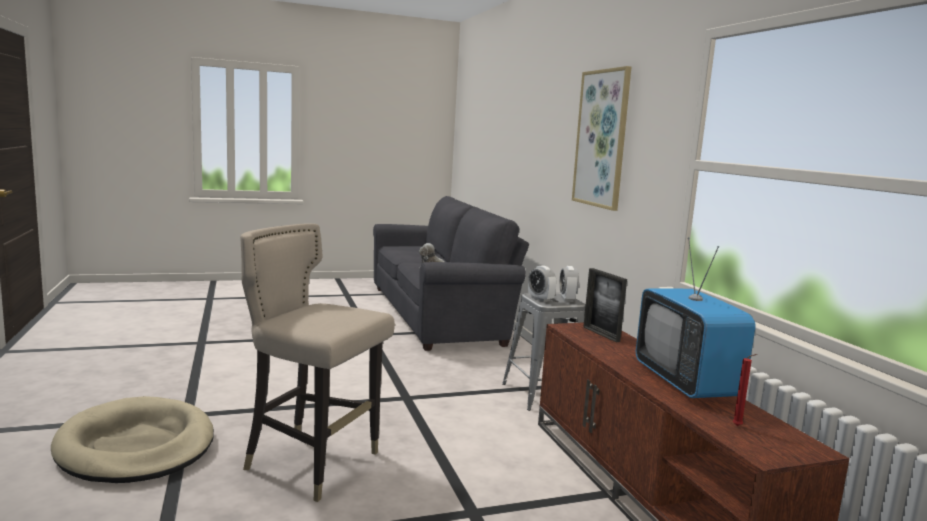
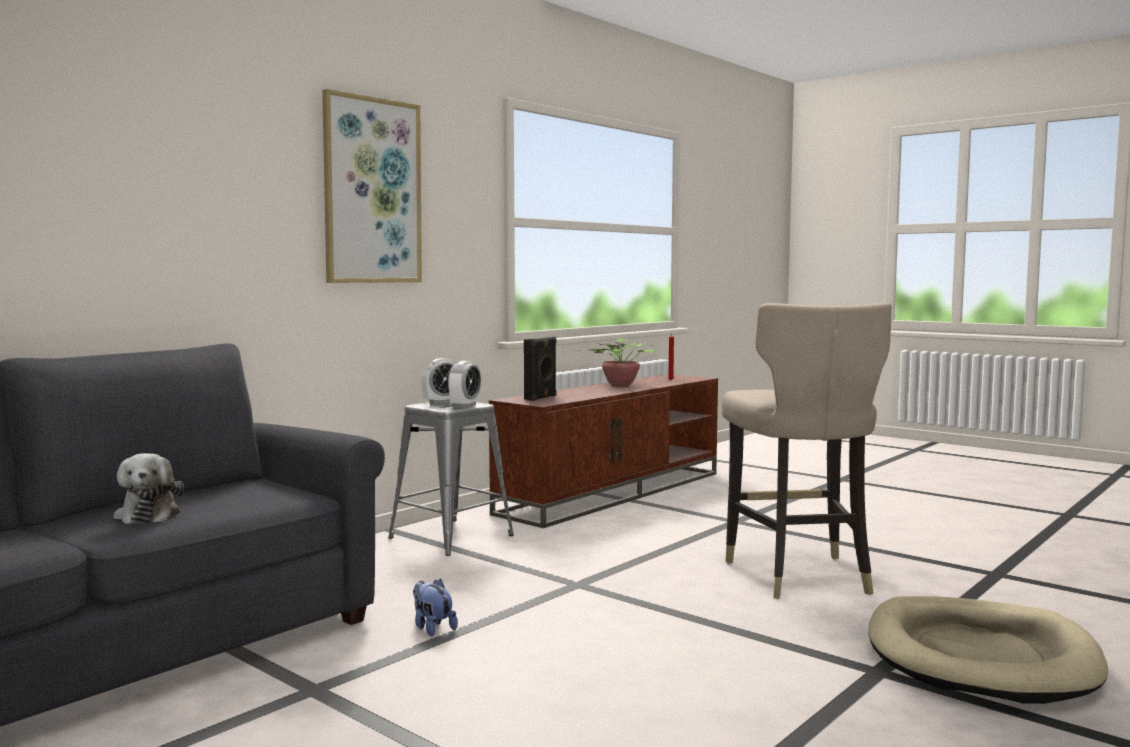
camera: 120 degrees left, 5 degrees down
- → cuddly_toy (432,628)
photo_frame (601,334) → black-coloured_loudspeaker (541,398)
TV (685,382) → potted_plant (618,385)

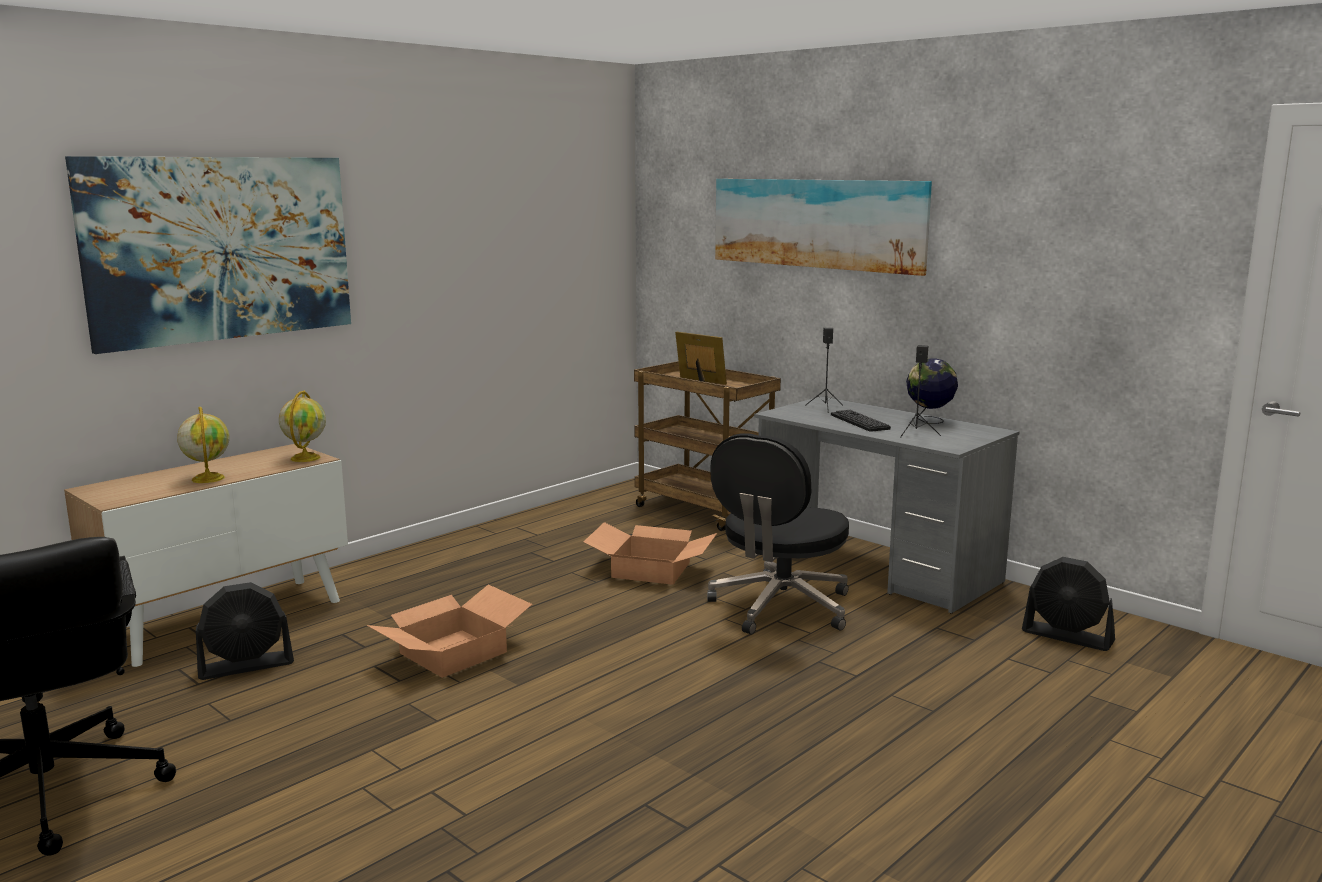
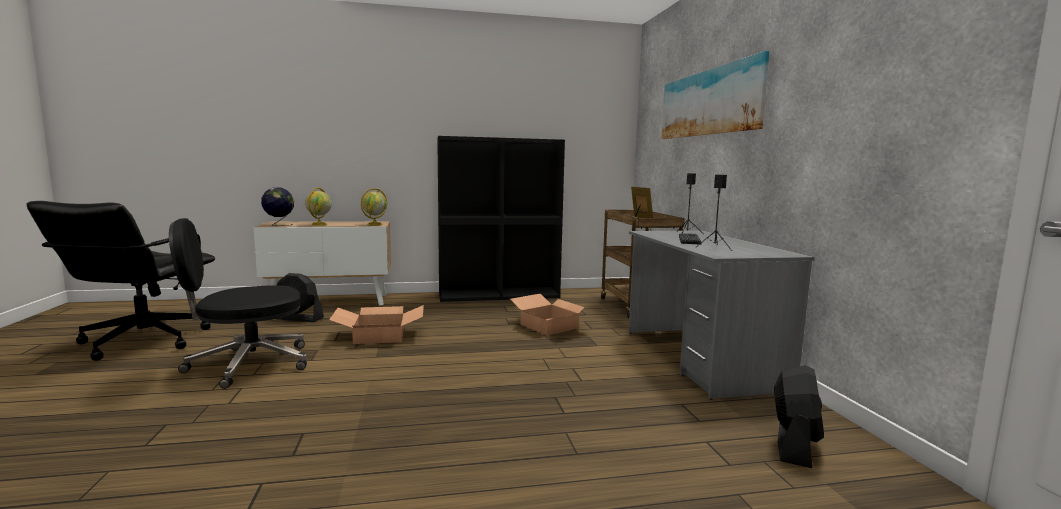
camera: 35 degrees right, 5 degrees down
wall_art (221,249) → -
- → black-coloured_bookshelf (499,295)
black-coloured_office_chair (780,608) → black-coloured_office_chair (247,364), move
world_globe (929,421) → world_globe (279,225), move
black-coloured_electric_fan (1068,636) → black-coloured_electric_fan (794,445), 135 degrees counterclockwise

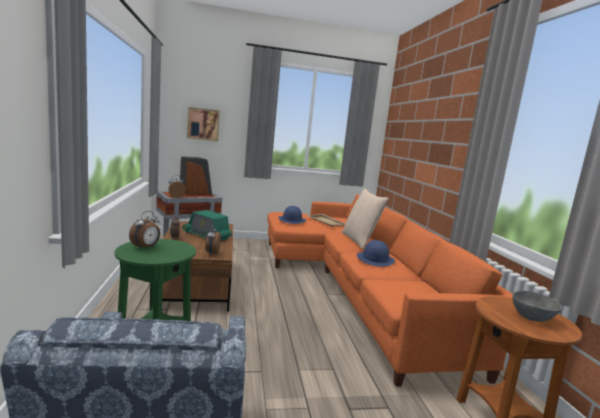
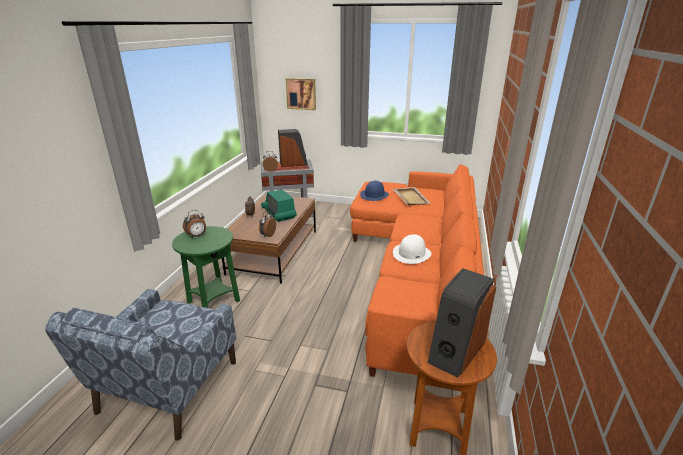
camera: 25 degrees right, 15 degrees up
beige-coloured_cushion (359,241) → -
greyish_bowl (532,317) → loudspeaker (455,351)
blue_wearable_hat (375,259) → white-coloured_wearable_hat (411,253)

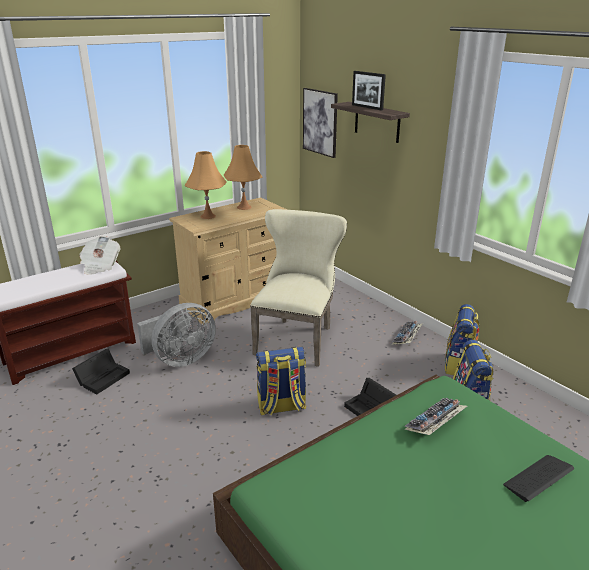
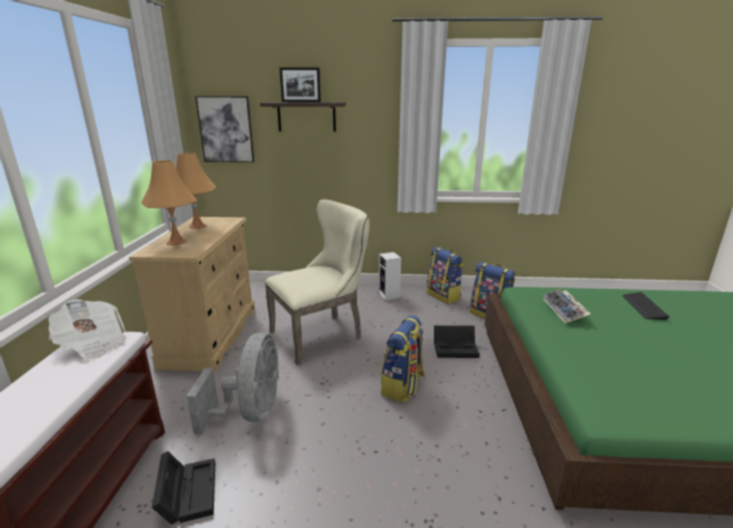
camera: 50 degrees left, 5 degrees down
computer_keyboard (407,337) → loudspeaker (389,295)
beige-coloured_chair (297,338) → beige-coloured_chair (322,334), 90 degrees clockwise

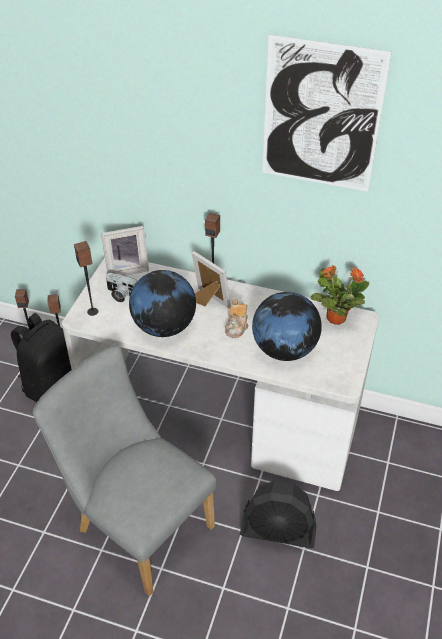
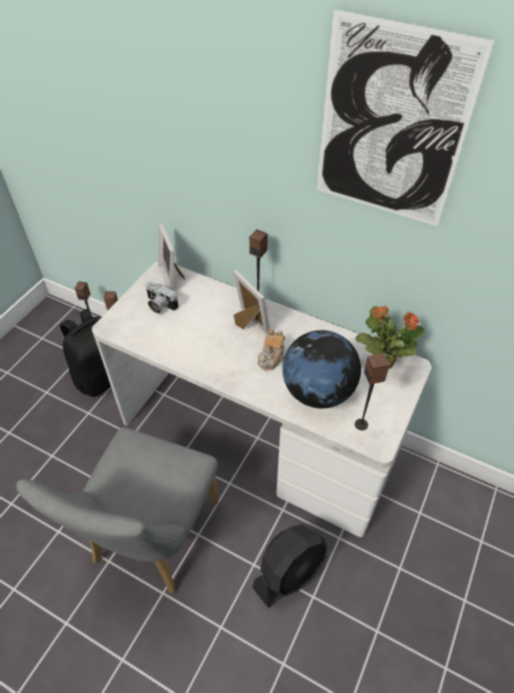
camera: 10 degrees right, 5 degrees up
world_globe (164,326) → -
loudspeaker (93,311) → loudspeaker (361,424), move
greyish_chair (138,524) → greyish_chair (151,539), 120 degrees counterclockwise
photo_frame (127,269) → photo_frame (173,277), 75 degrees clockwise
black-coloured_electric_fan (278,531) → black-coloured_electric_fan (290,572), 60 degrees counterclockwise

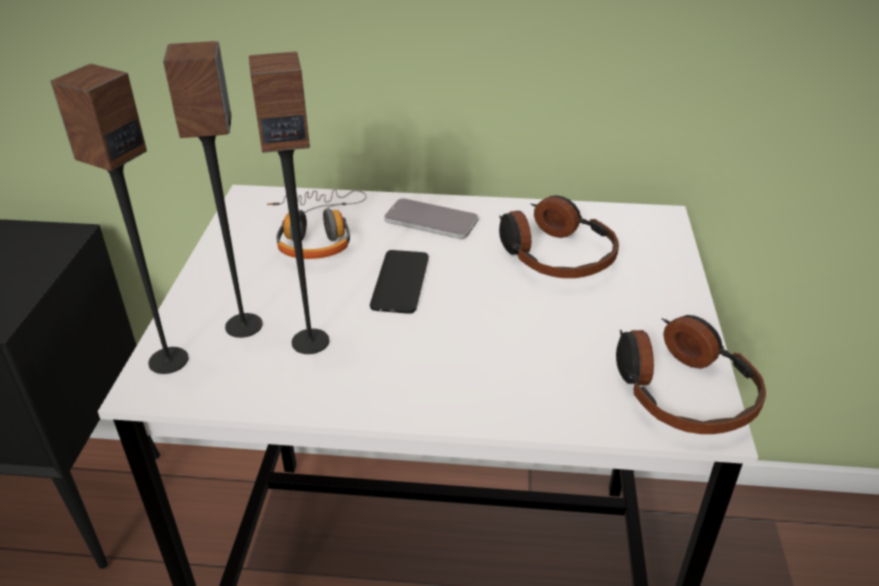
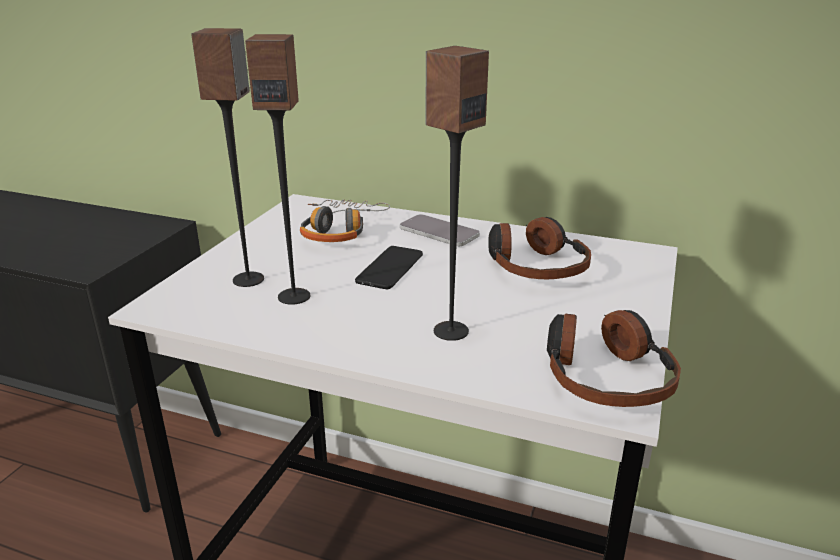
camera: 15 degrees right, 10 degrees down
loudspeaker (168,360) → loudspeaker (450,331), move

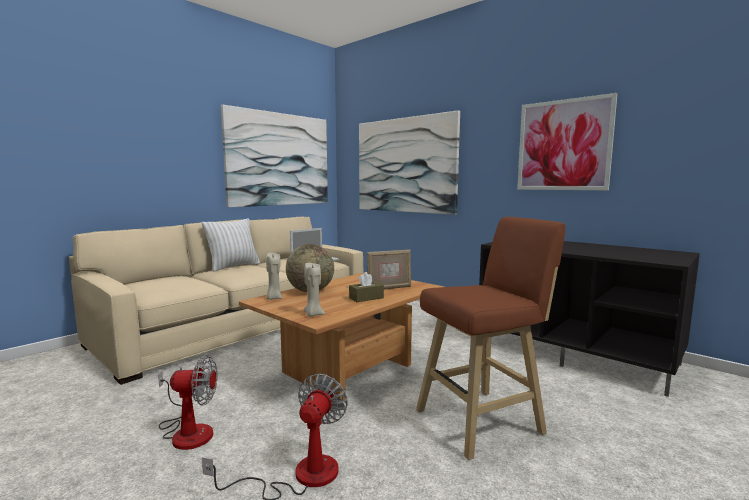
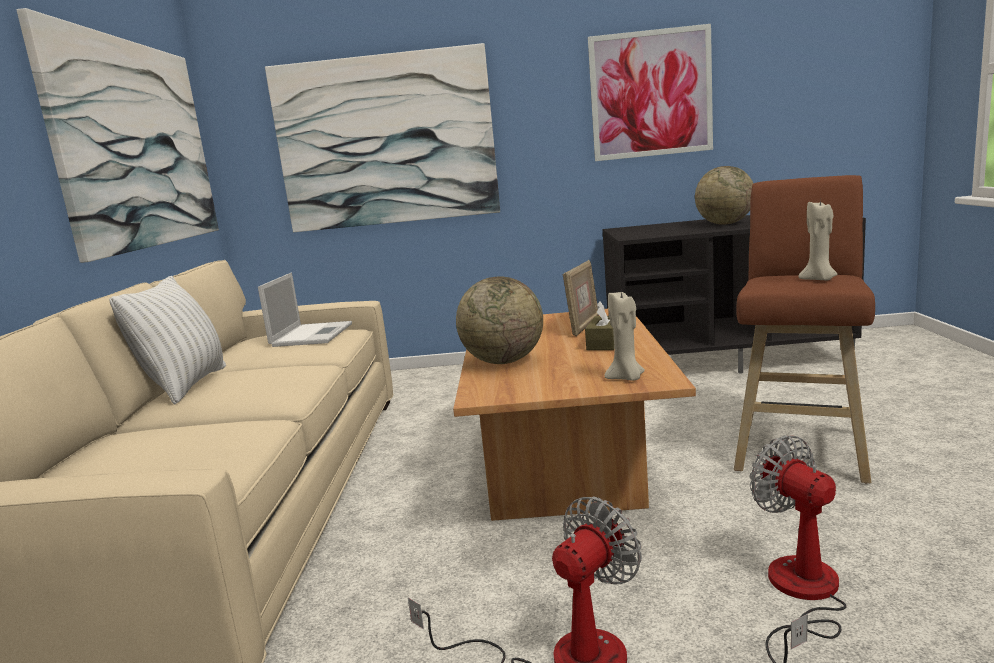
camera: 40 degrees left, 5 degrees up
- → world_globe (724,224)
beige-coloured_wax_light (274,298) → beige-coloured_wax_light (819,280), move

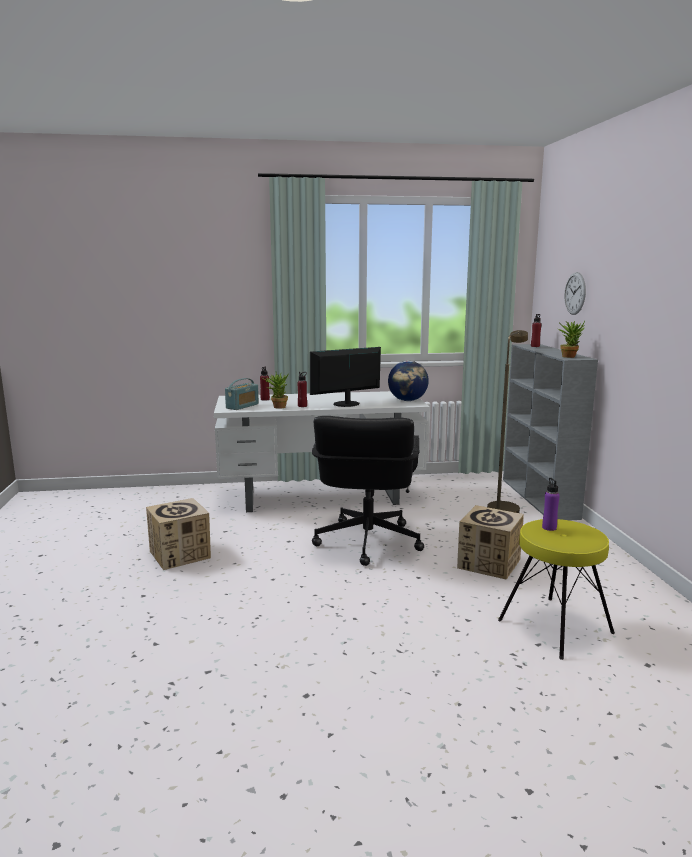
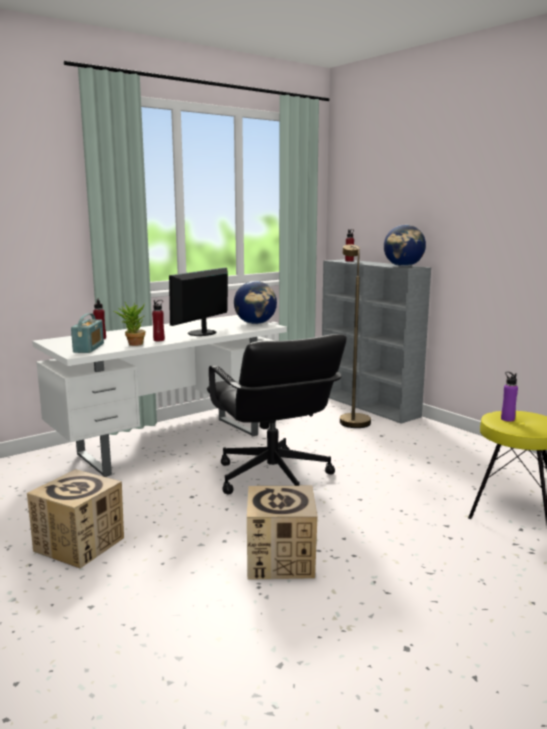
camera: 30 degrees left, 0 degrees up
wall_clock (575,293) → -
carton (489,563) → carton (281,560), move
potted_plant (569,356) → world_globe (403,266)

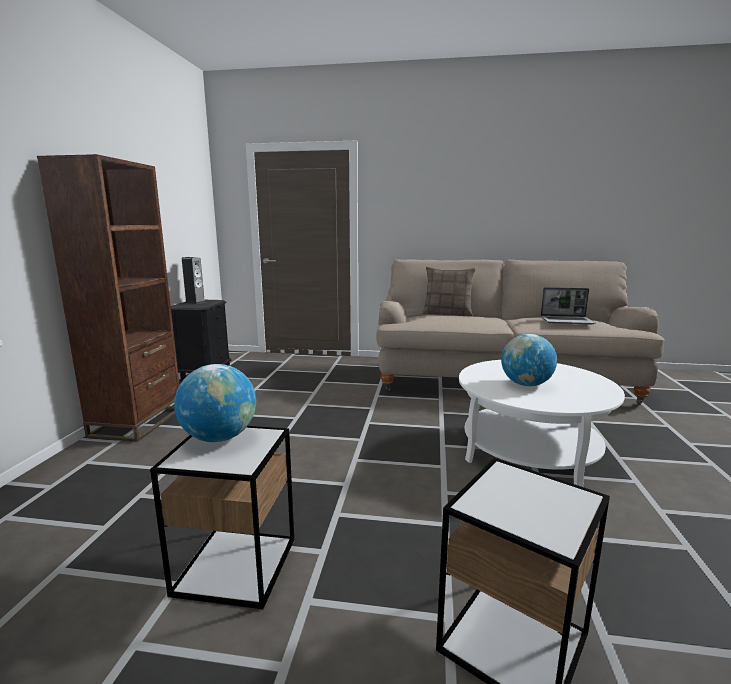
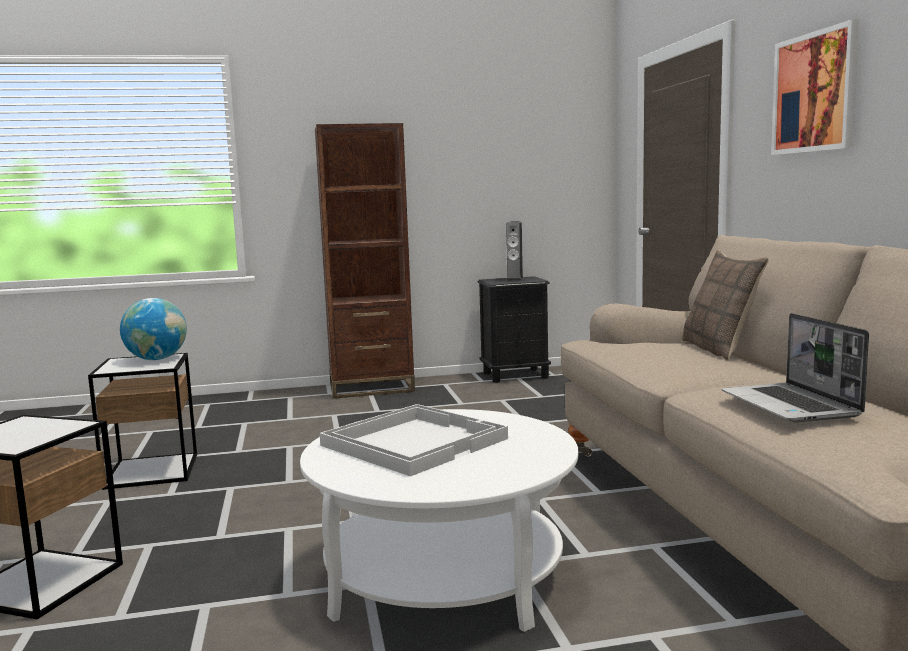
camera: 70 degrees right, 5 degrees down
- → wall_art (815,93)
world_globe (526,384) → white-coloured_tray (414,441)

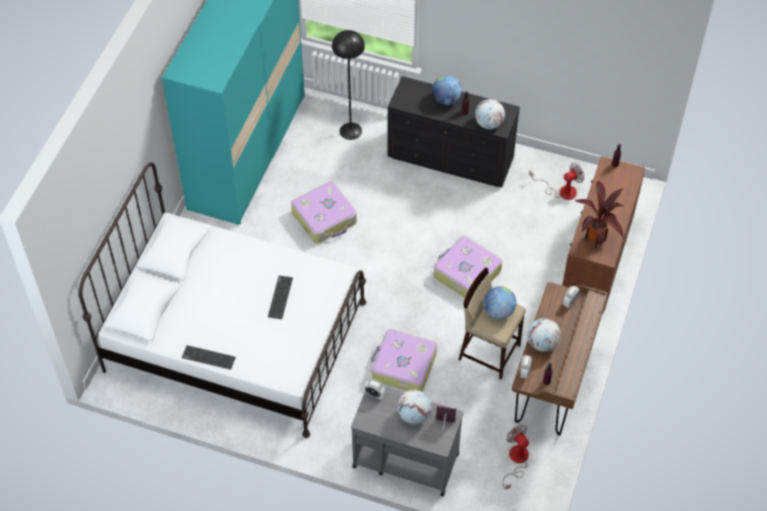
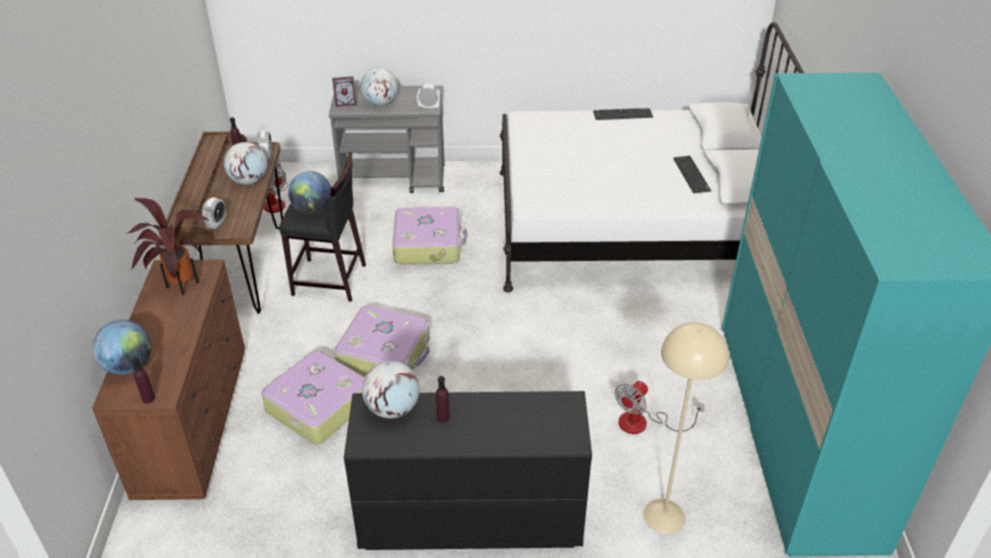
camera: 160 degrees right, 15 degrees down
computer_keyboard (280,297) → computer_keyboard (691,175), move
suitcase (325,218) → suitcase (317,406), move
world_globe (446,100) → world_globe (129,366), move
electric_fan (561,191) → electric_fan (643,423), move
black-coloured_standard_lamp (351,131) → beige-coloured_standard_lamp (663,516)
beige-coloured_stool_seat (489,351) → black-coloured_stool_seat (329,280)

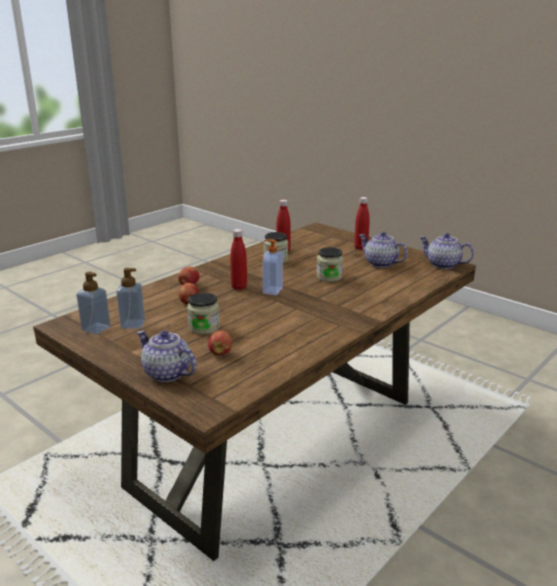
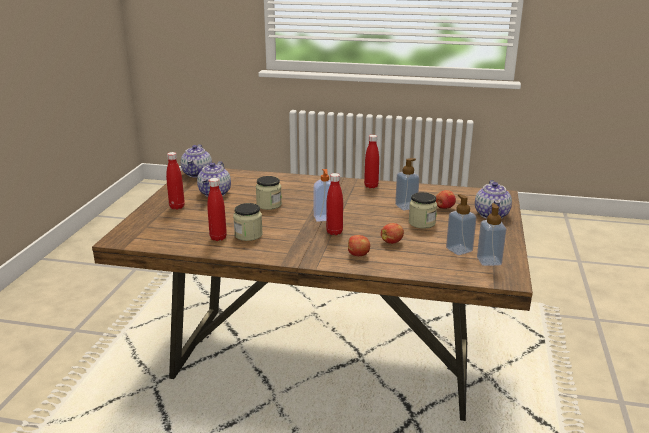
camera: 120 degrees left, 0 degrees up
- → red-coloured_beverage_bottle (371,186)
- → liquid_soap_bottle (406,206)

